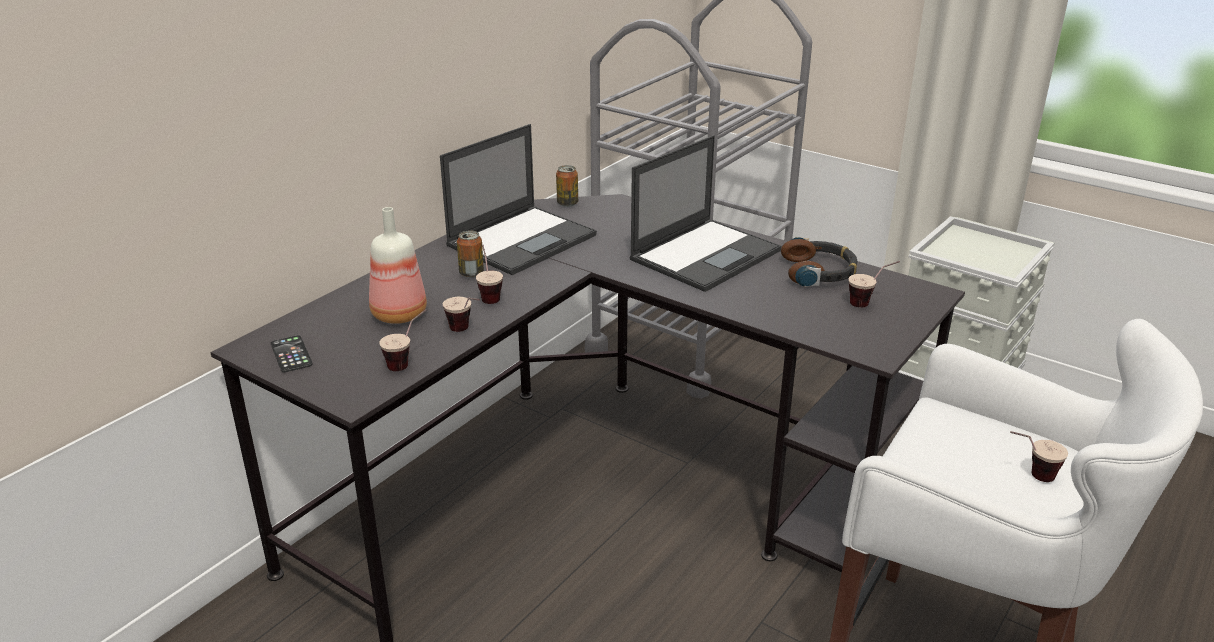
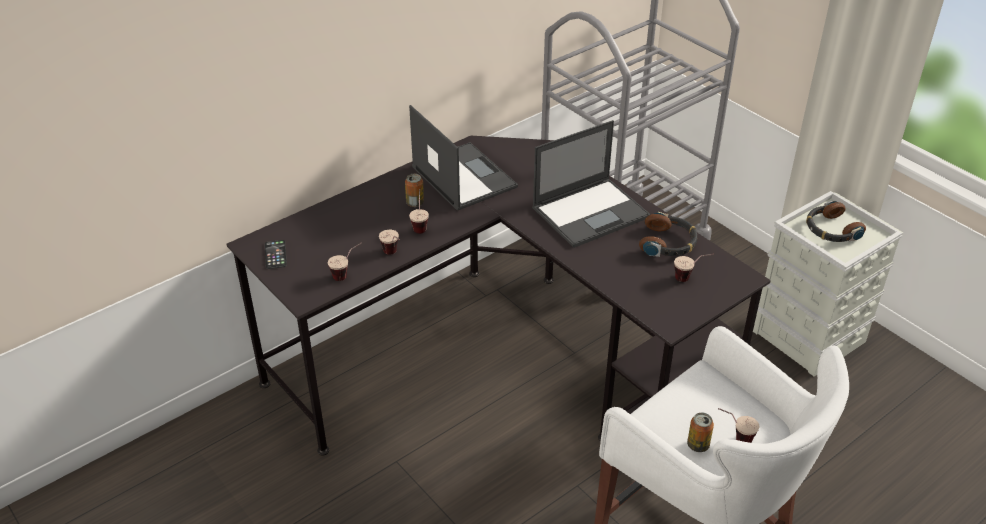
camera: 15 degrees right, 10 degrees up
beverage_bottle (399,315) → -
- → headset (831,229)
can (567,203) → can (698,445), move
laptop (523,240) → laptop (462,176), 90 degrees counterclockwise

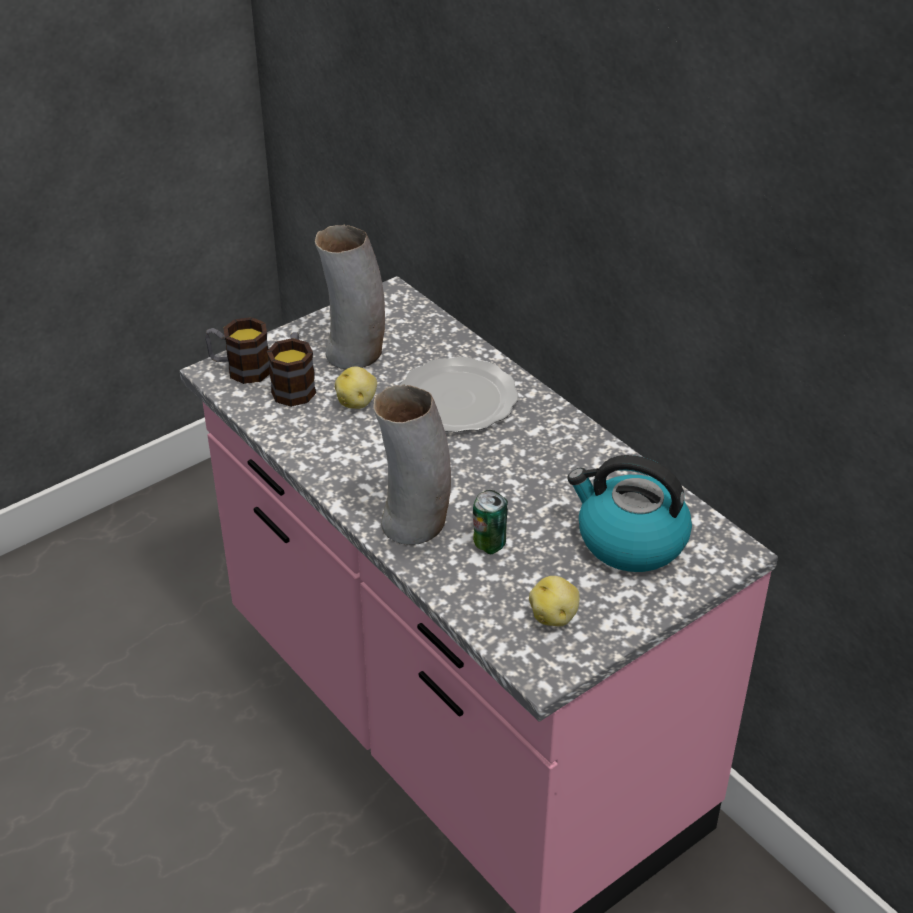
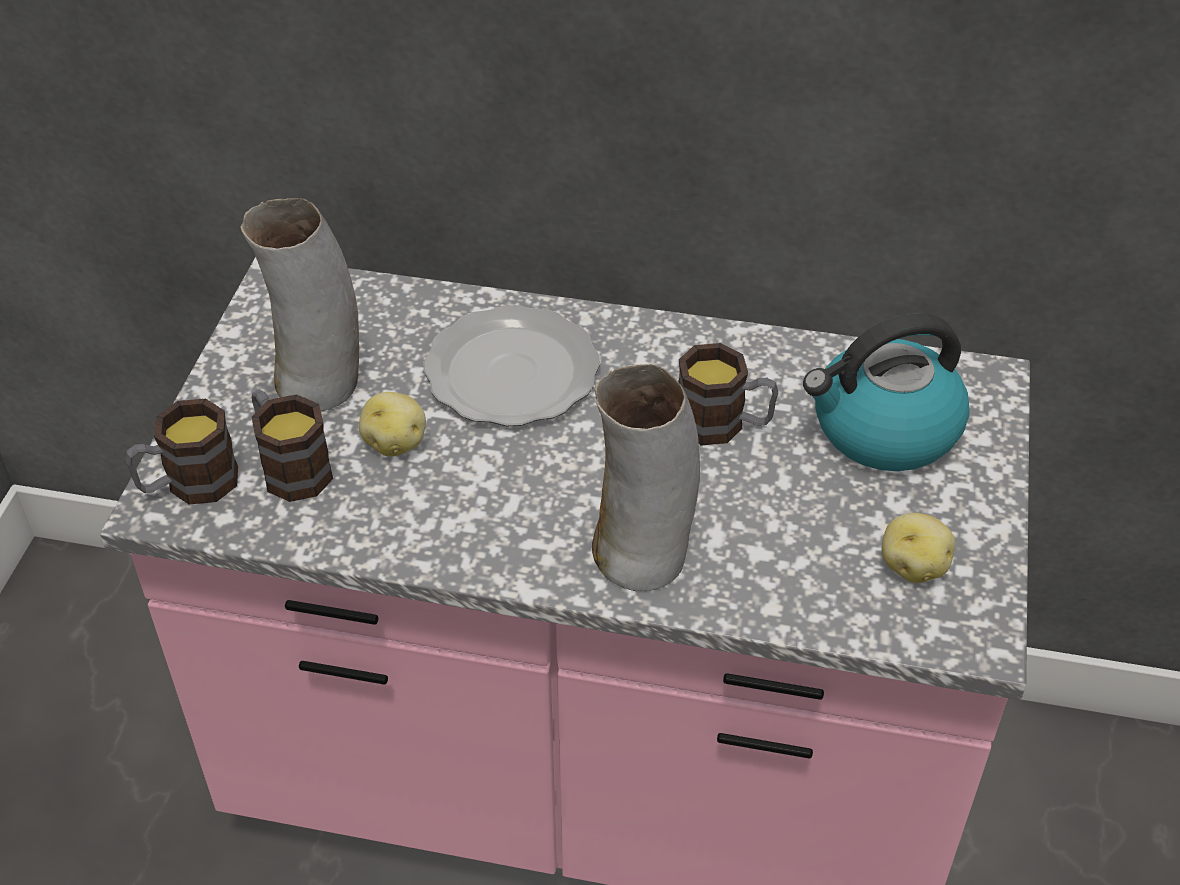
camera: 40 degrees left, 5 degrees up
can (489,545) → -
- → coffee_mug (724,424)

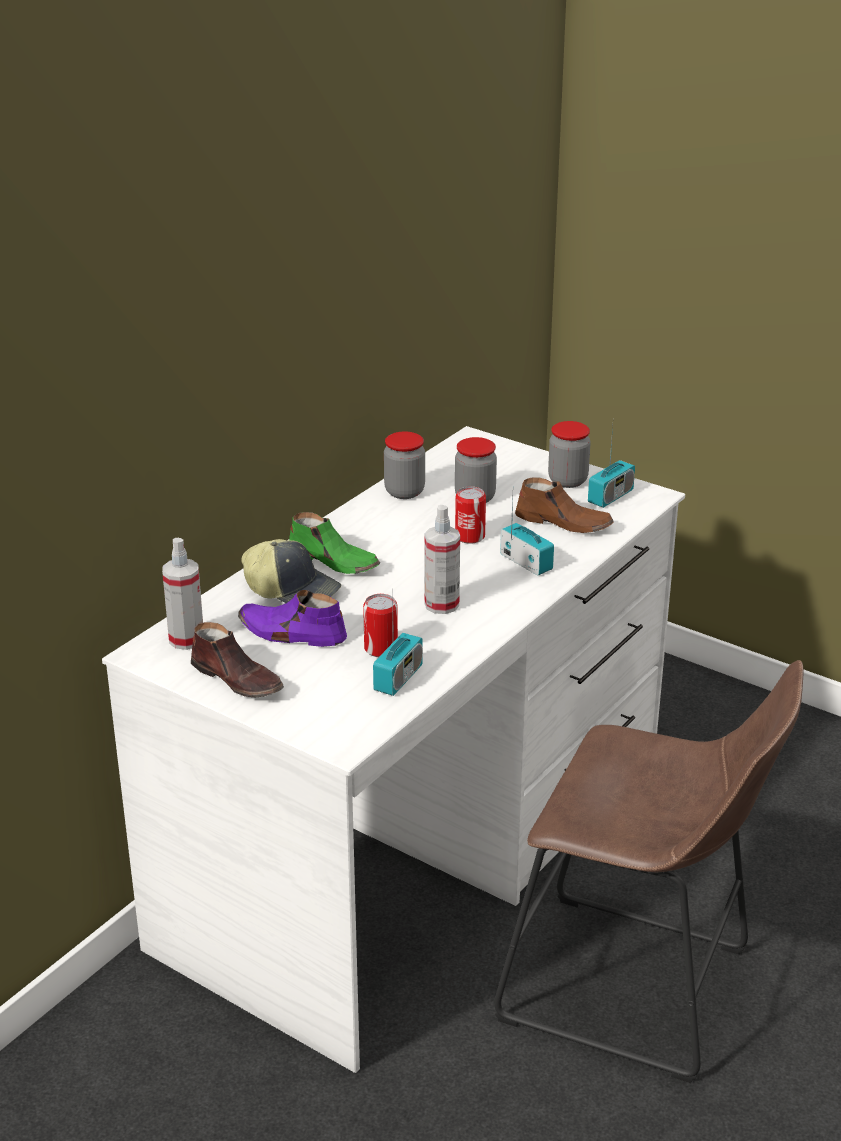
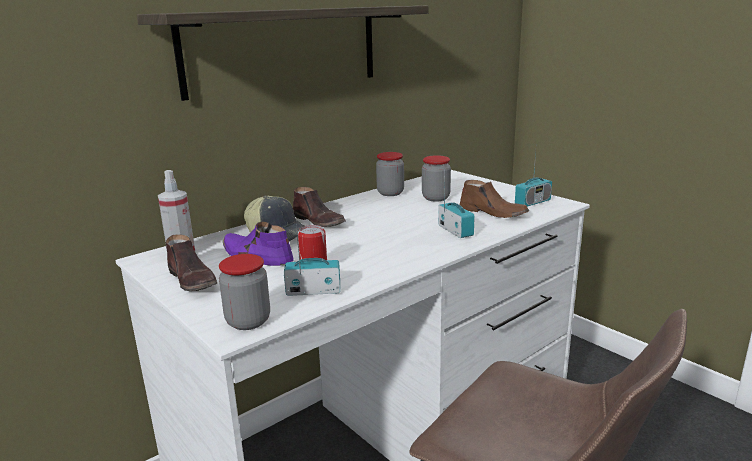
camera: 15 degrees right, 10 degrees down
hand_sprayer (441,604) → -
can (470,536) → -
- → bracket_shelf (284,49)
jar (567,480) → jar (248,321), move
greenish_shoe (334,561) → brown-coloured_shoe (319,221)
radio (398,678) → radio (313,291), 135 degrees counterclockwise

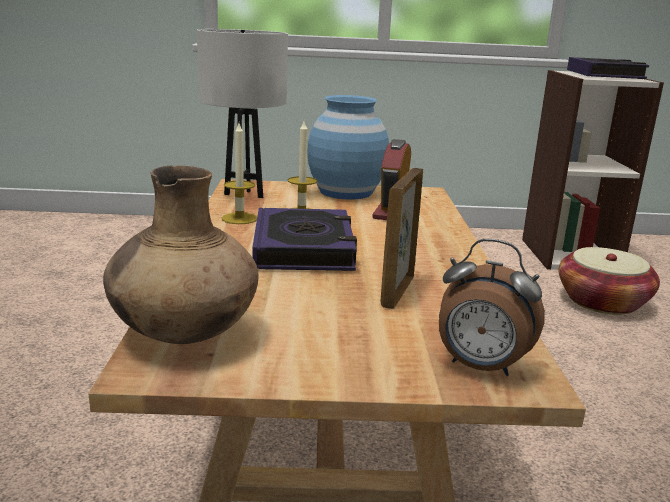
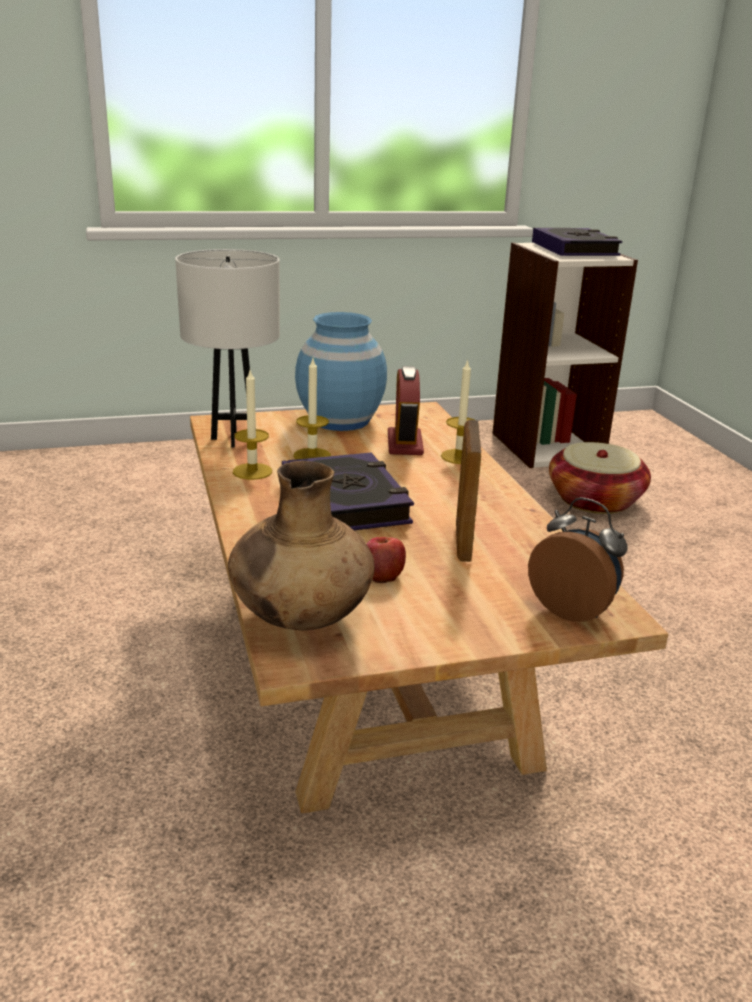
camera: 15 degrees left, 5 degrees up
- → whole_apple (382,574)
- → wax_light (459,457)
bedside_clock (480,367) → bedside_clock (573,609), 150 degrees counterclockwise

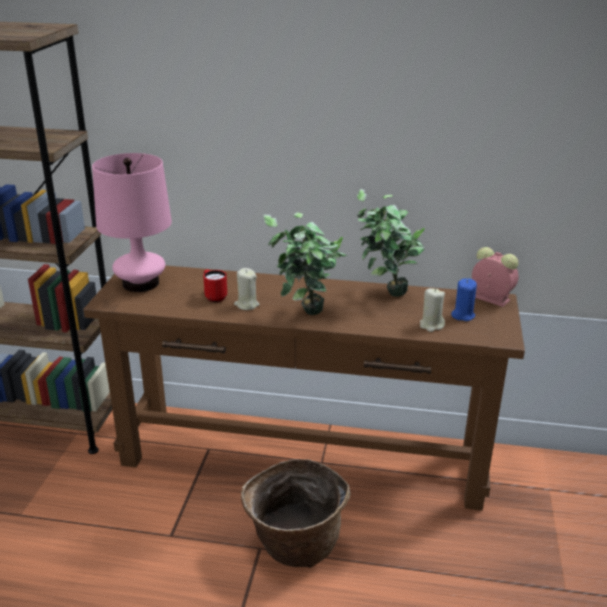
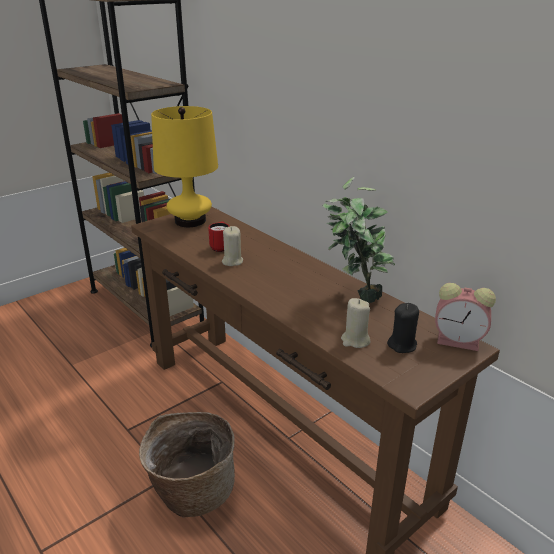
camera: 40 degrees right, 0 degrees up
potted_plant (305,317) → -
pinkish_table_lamp (141,283) → yellow-coloured_table_lamp (190,221)
blue_wax_light (462,315) → black-coloured_wax_light (402,345)
bedside_clock (489,298) → bedside_clock (460,341), 120 degrees clockwise

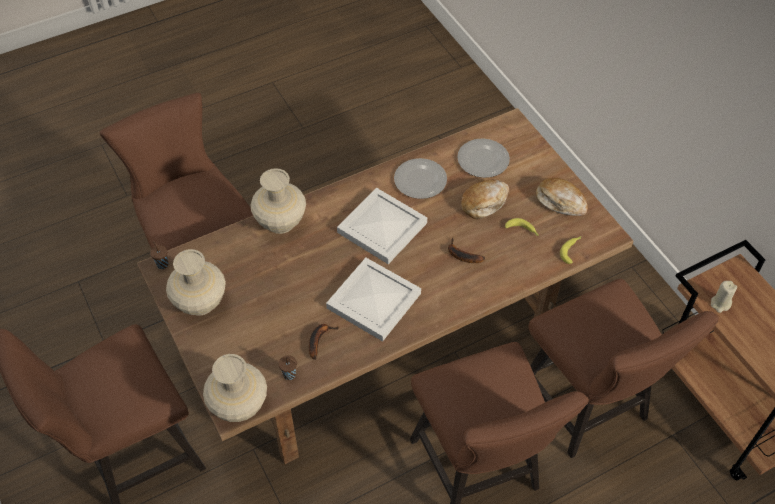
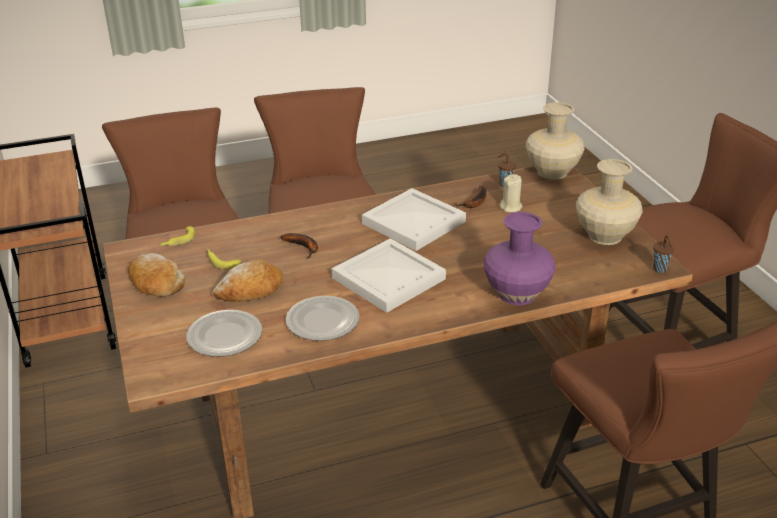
camera: 170 degrees left, 20 degrees down
beige-coloured_wax_light (720,304) → beige-coloured_wax_light (511,207), move
beige-coloured_decorative_vase (280,223) → purple-coloured_decorative_vase (517,294)

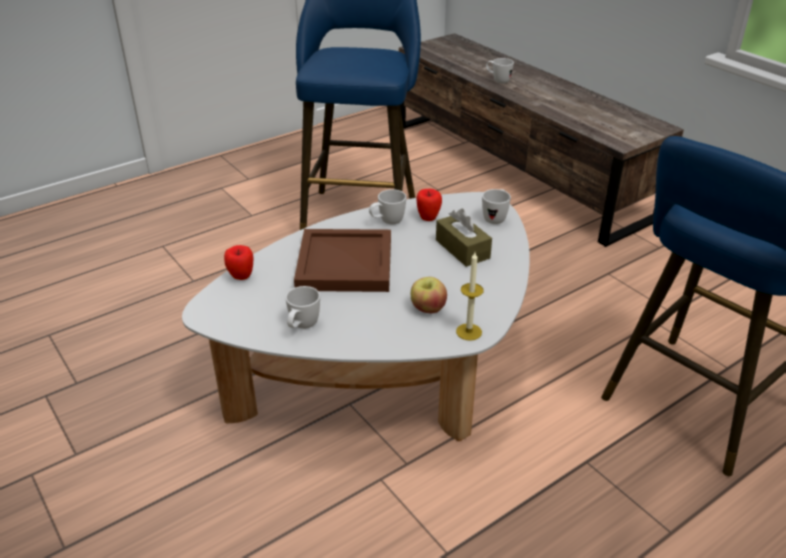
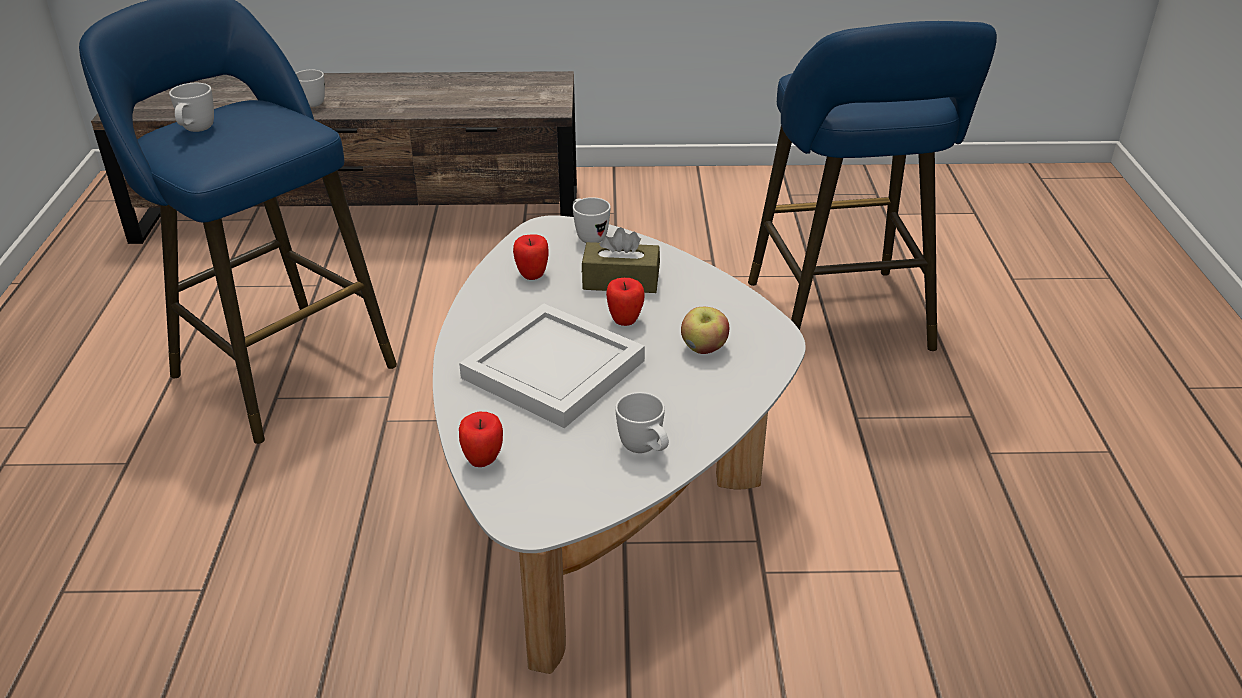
camera: 55 degrees left, 0 degrees up
wax_light (469,332) → -
- → whole_apple (625,320)
white-coloured_coffee_mug (387,222) → white-coloured_coffee_mug (196,131), move
brown-coloured_tray (346,265) → white-coloured_tray (556,369)

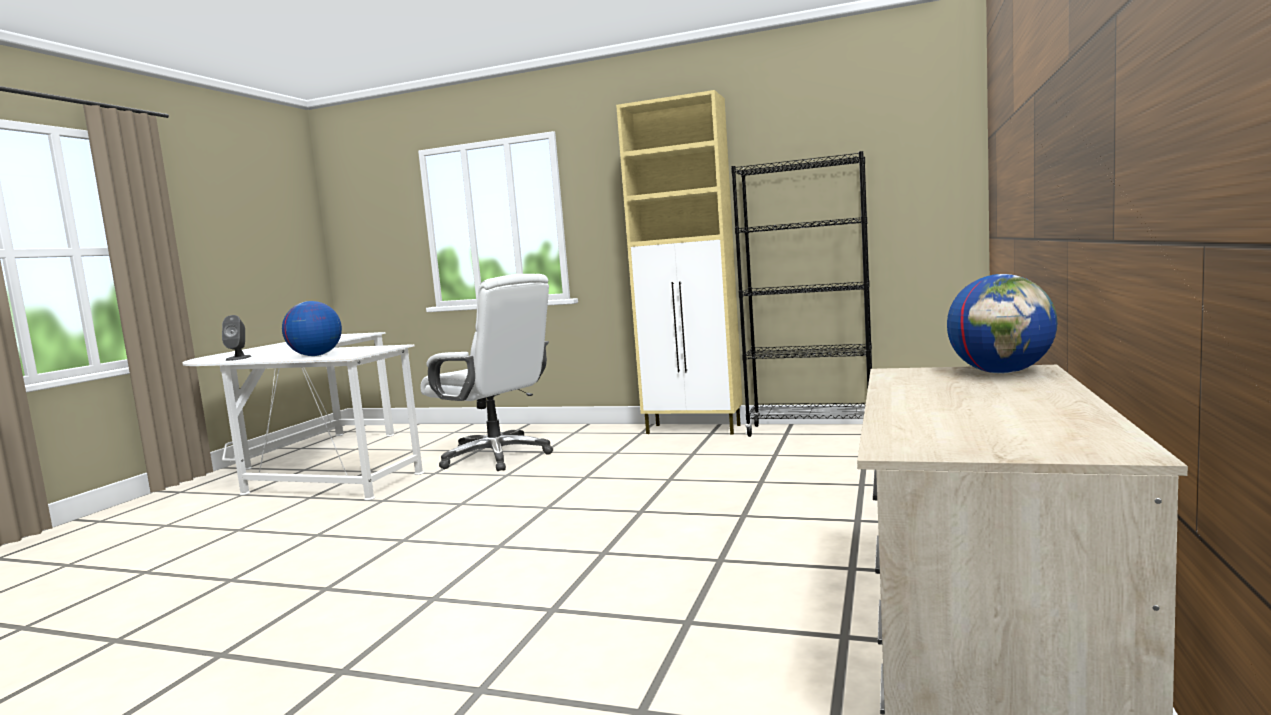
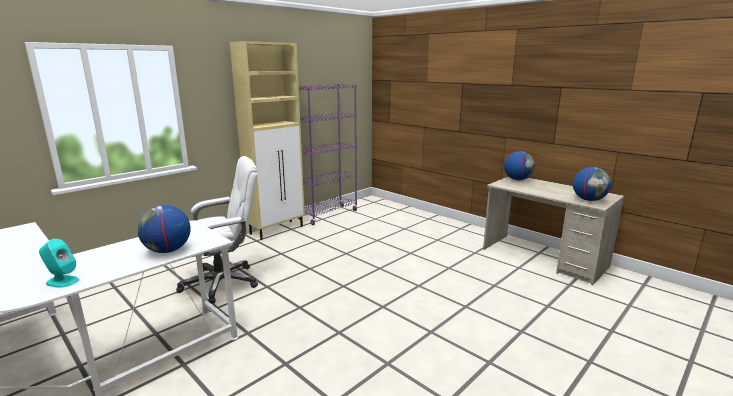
camera: 65 degrees left, 10 degrees up
- → world_globe (588,200)
greyish_loudspeaker (238,358) → turquoise_loudspeaker (62,281)
black-coloured_bookshelf (811,431) → purple-coloured_bookshelf (328,215)

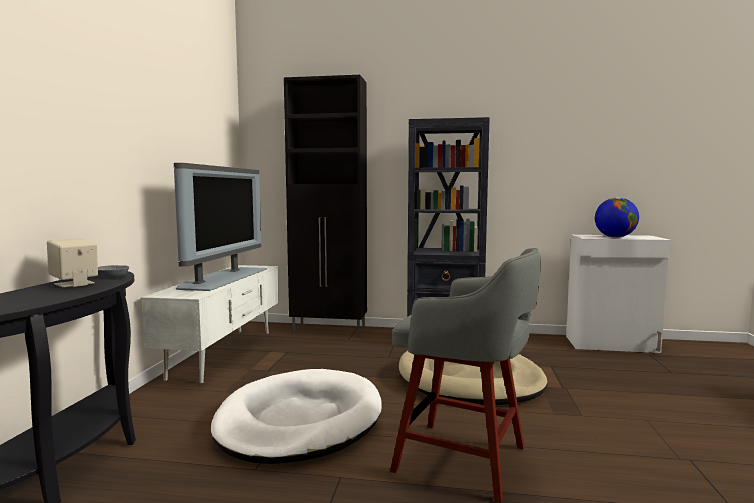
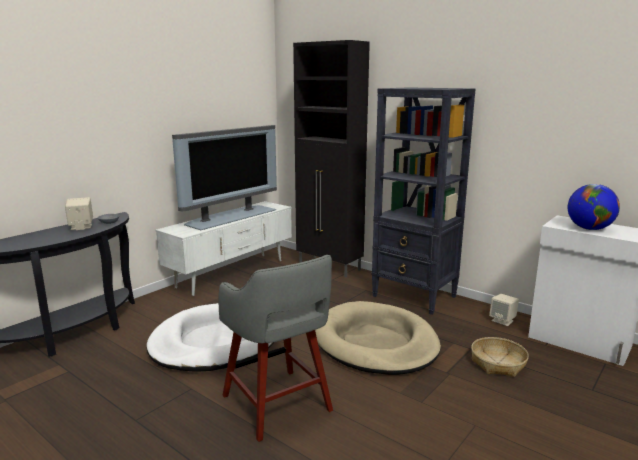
camera: 30 degrees right, 10 degrees up
- → basket (498,363)
- → beige-coloured_loudspeaker (502,320)

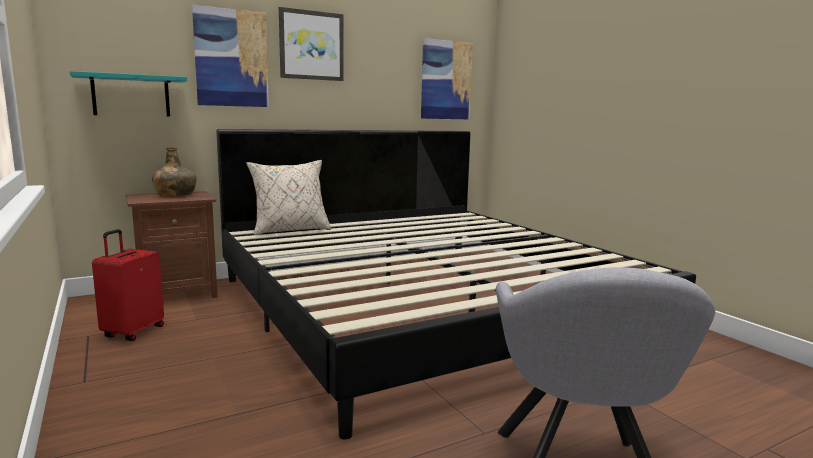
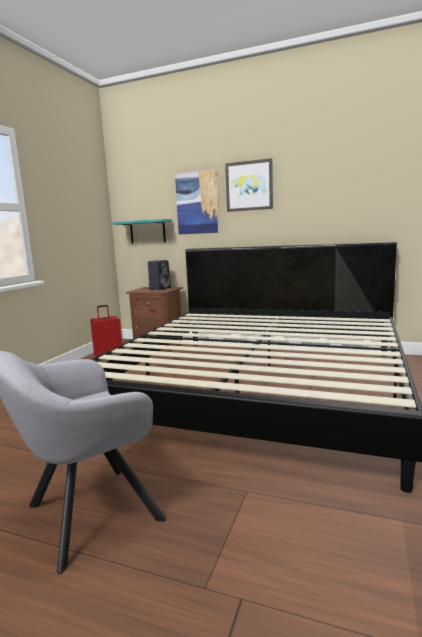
camera: 50 degrees right, 0 degrees up
beige-coloured_cushion (290,230) → -
wall_art (446,80) → -
greenish_beverage_bottle (175,195) → black-coloured_loudspeaker (160,288)

